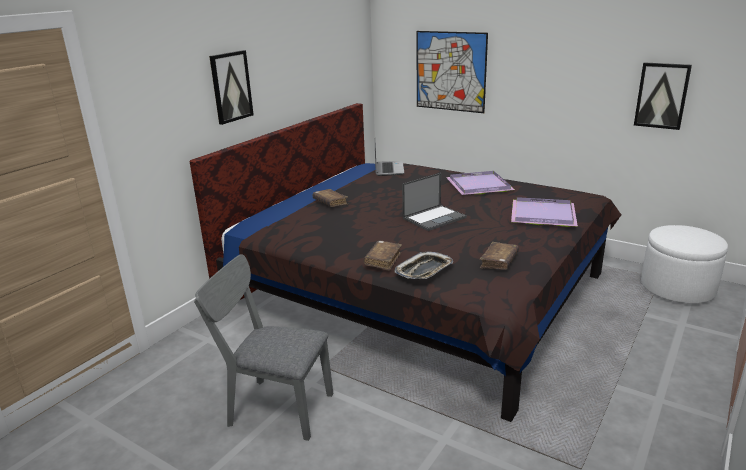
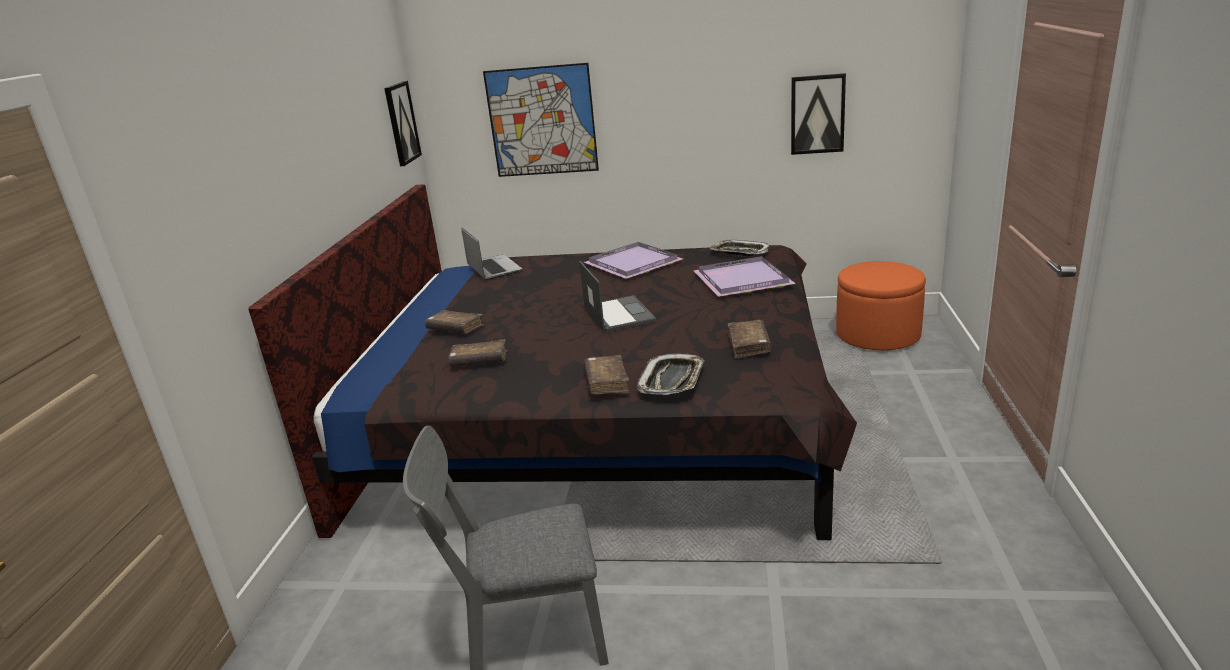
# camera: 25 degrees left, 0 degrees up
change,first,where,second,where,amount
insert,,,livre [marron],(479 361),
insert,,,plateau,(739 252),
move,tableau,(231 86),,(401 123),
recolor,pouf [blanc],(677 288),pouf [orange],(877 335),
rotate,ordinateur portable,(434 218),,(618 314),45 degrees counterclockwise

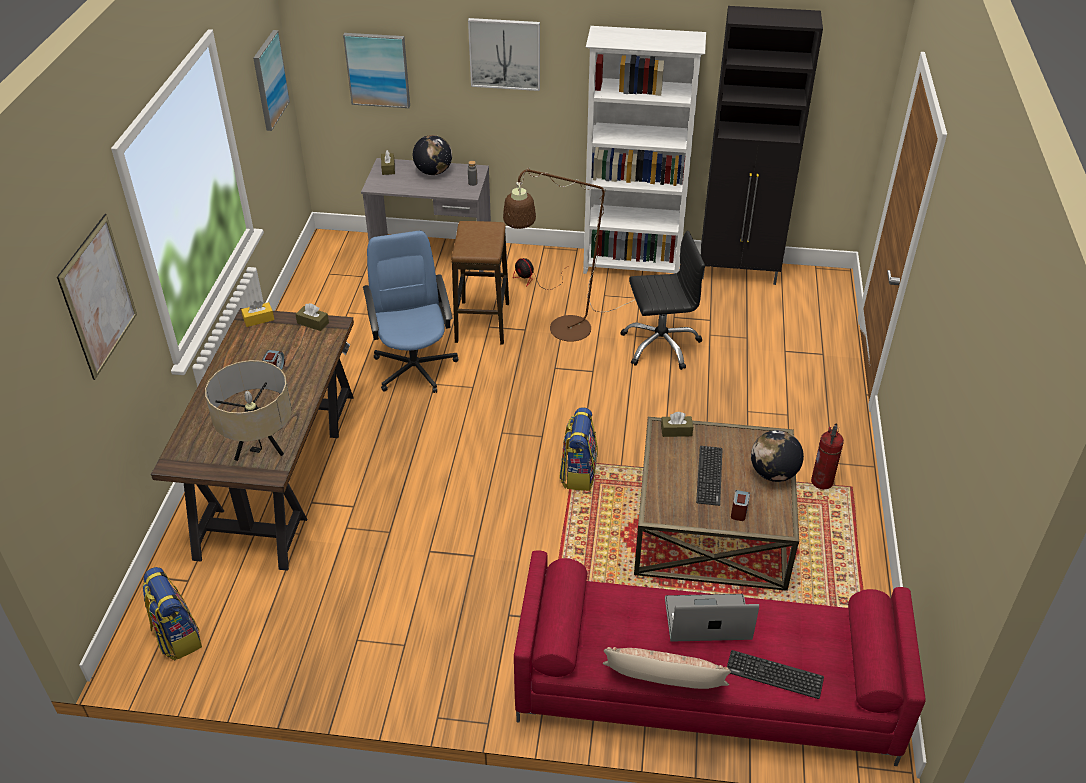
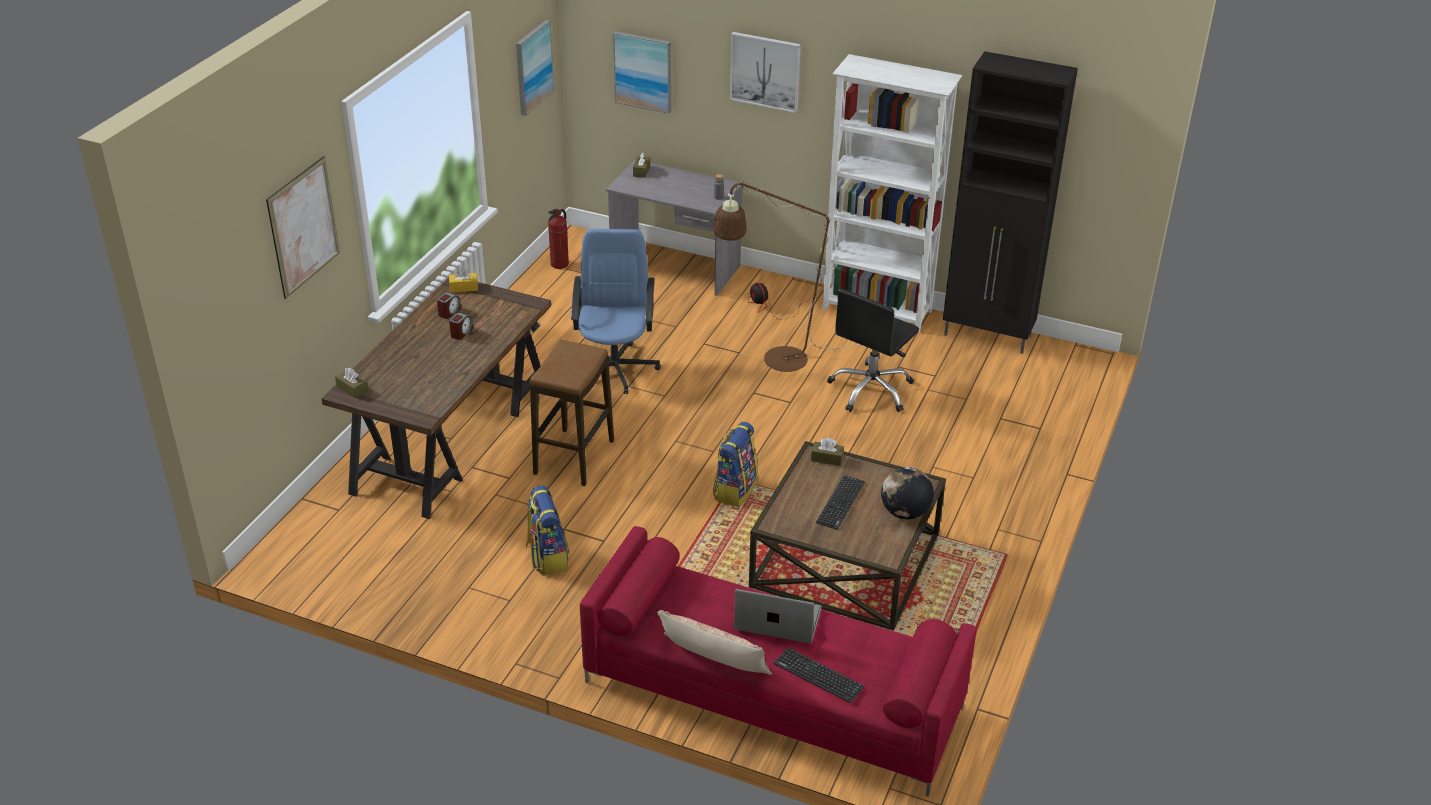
# camera: 15 degrees right, 5 degrees down
change,first,where,second,where,amount
delete,lampe de table [beige],(261 451),,,
delete,globe,(433 172),,,
move,sac à dos,(177 636),,(547 557),
move,boîte à mouchoirs [marron],(313 323),,(352 389),
move,tabouret,(482 323),,(574 458),
move,réveil,(739 511),,(449 312),
move,extincteur,(822 482),,(560 264),
rotate,chaise de bureau [noir],(660 345),,(871 390),120 degrees clockwise

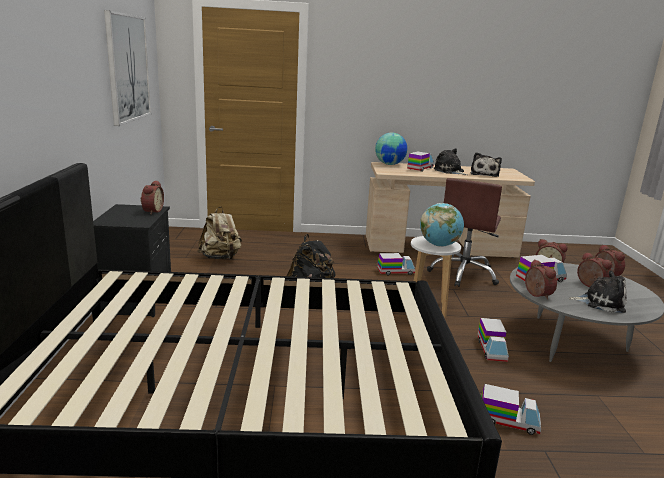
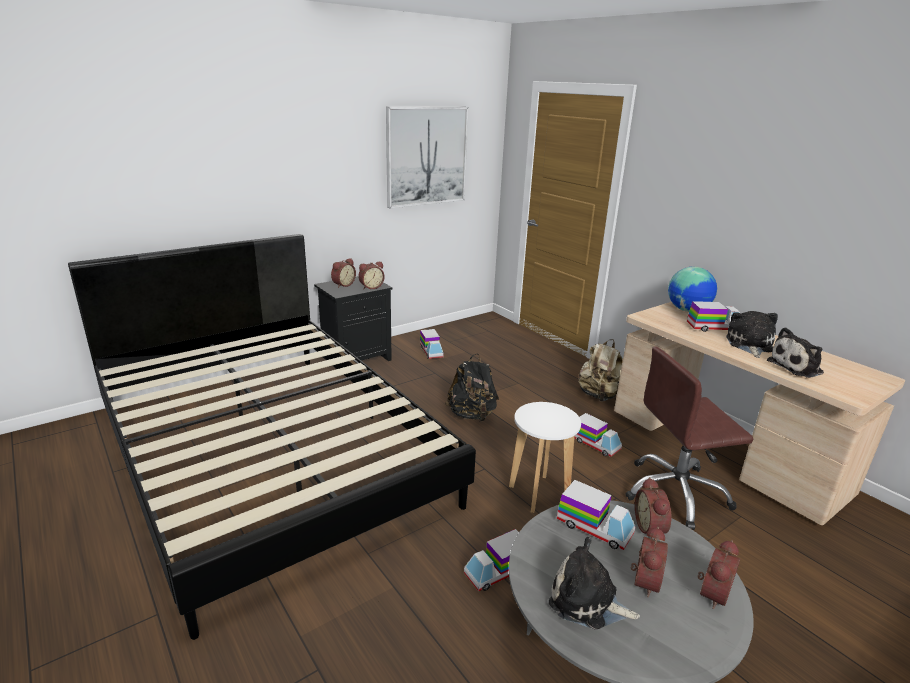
# camera: 55 degrees right, 5 degrees up
change,first,where,second,where,amount
delete,globe,(439 245),,,
move,sac à dos [beige],(220 258),,(599 395),
move,camion jouet,(508 421),,(431 352),
move,réveil,(536 295),,(343 284),
rotate,peluche,(600 302),,(587 601),135 degrees clockwise

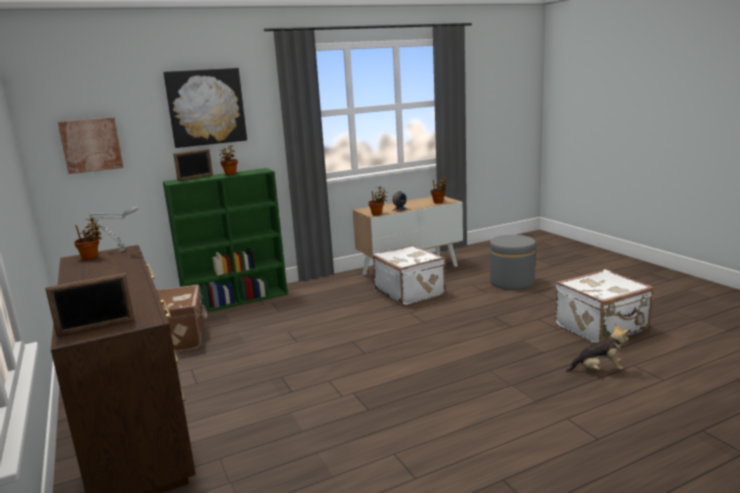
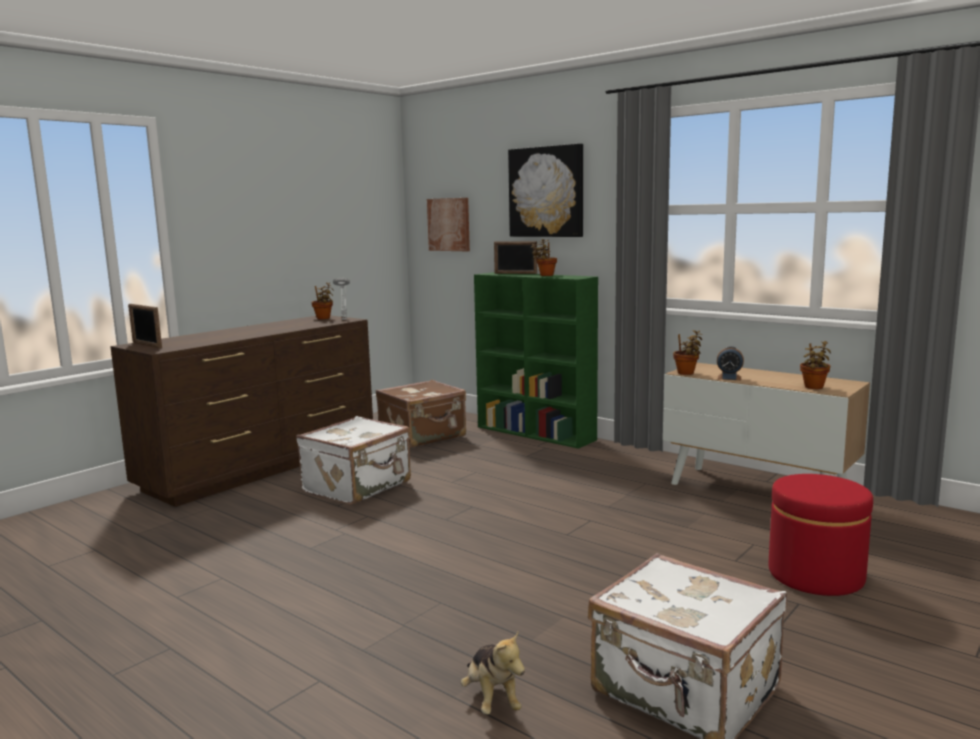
# camera: 65 degrees right, 5 degrees down
change,first,where,second,where,amount
move,valise [blanc],(410 292),,(358 487),
recolor,pouf [gris],(512 282),pouf [rouge],(815 575),

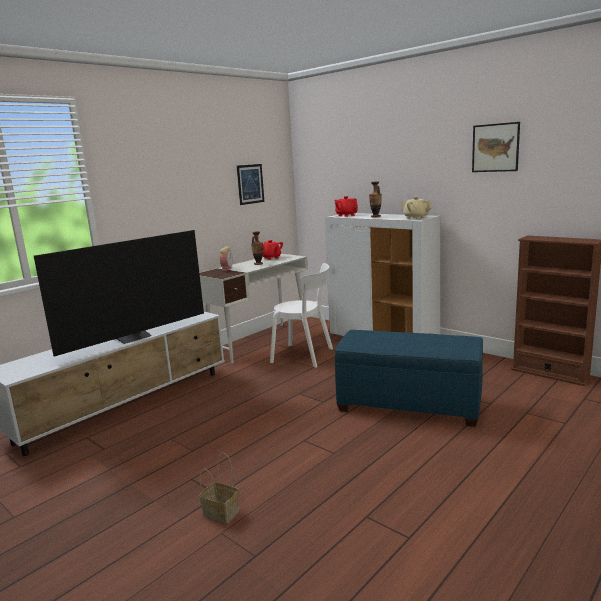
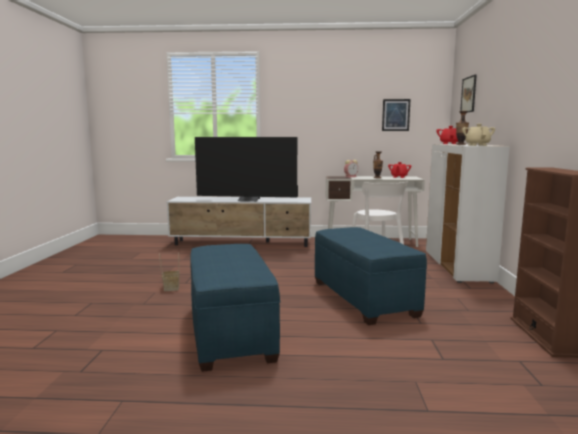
# camera: 50 degrees right, 5 degrees down
change,first,where,second,where,amount
insert,,,pouf [bleu],(231 332),
move,tableau,(495 147),,(468 94),

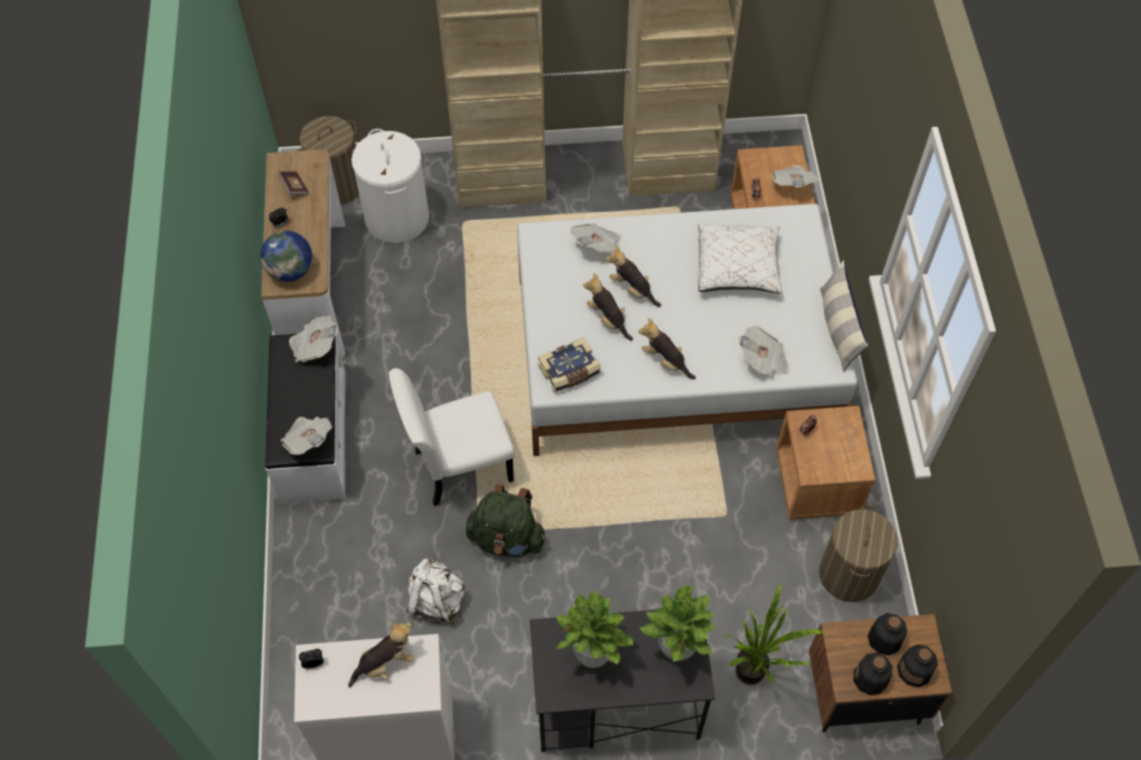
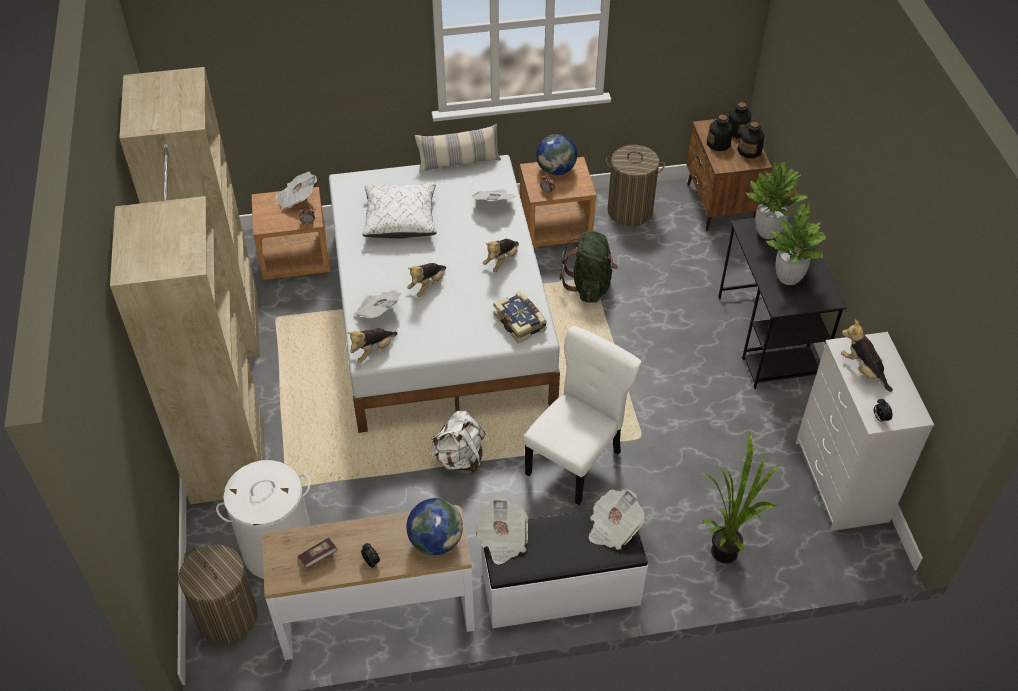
# camera: 95 degrees left, 10 degrees down
change,first,where,second,where,amount
insert,,,globe,(556 170),
move,sac à dos [blanc],(436 601),,(459 458),
move,sac à dos [vert],(507 539),,(589 285),
move,peluche,(608 319),,(373 351),
move,plante en pot,(755 676),,(727 548),
rotate,chaise [blanc],(459 466),,(576 460),120 degrees counterclockwise

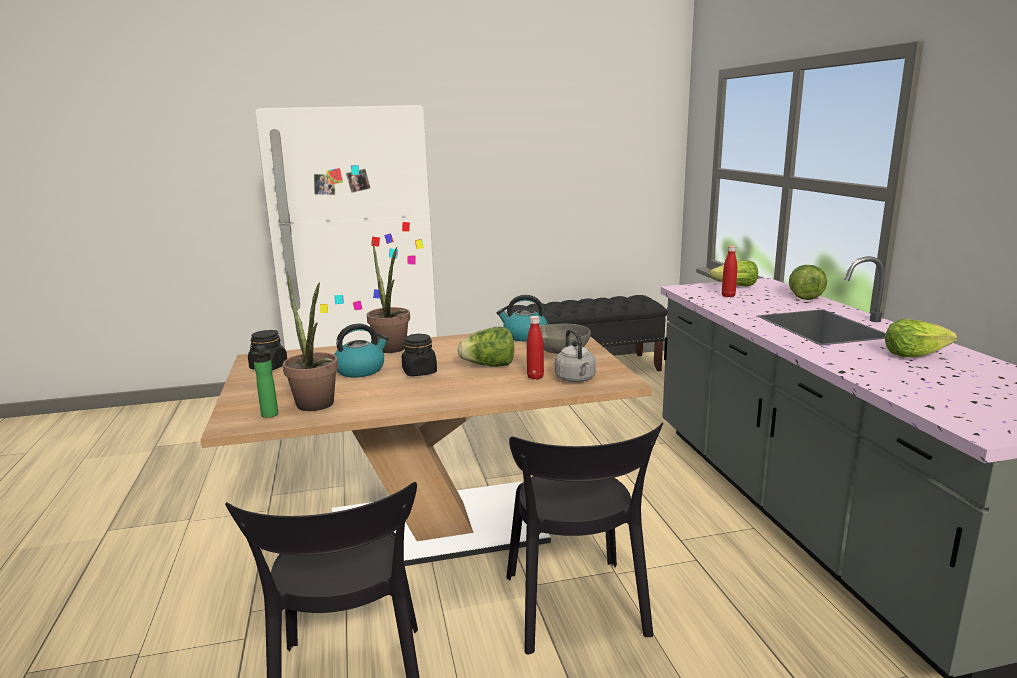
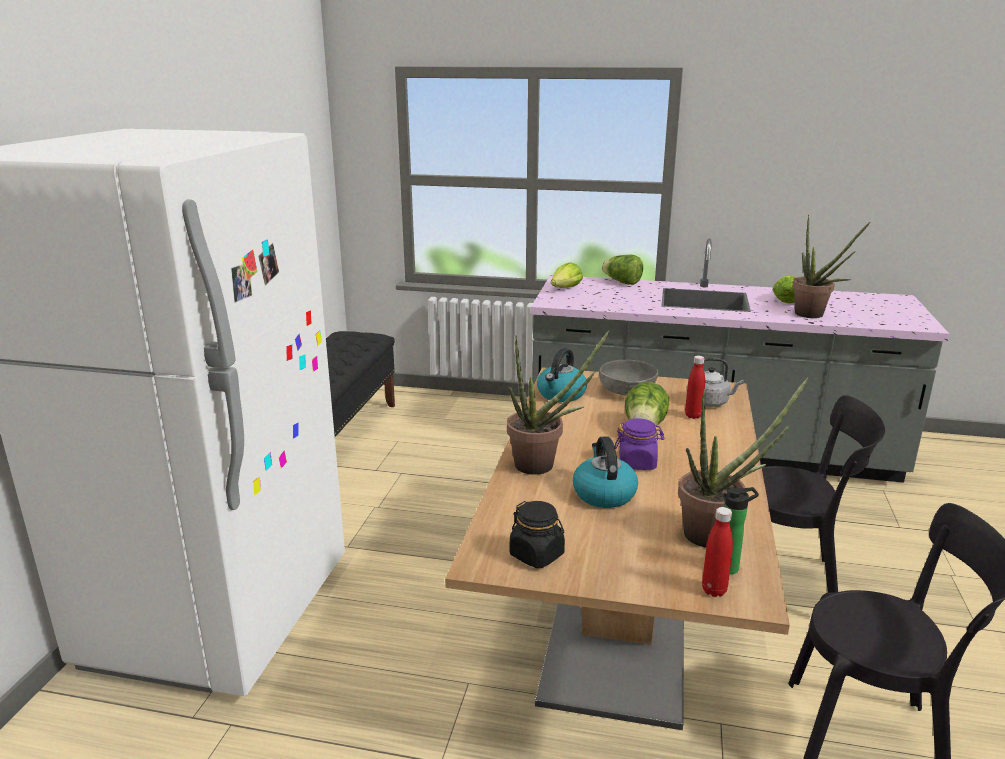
# camera: 65 degrees left, 5 degrees up
change,first,where,second,where,amount
insert,,,plante en pot,(814 315),
move,bouteille [rouge],(728 296),,(714 590),
recolor,bocal [noir],(419 372),bocal [violet],(637 463),

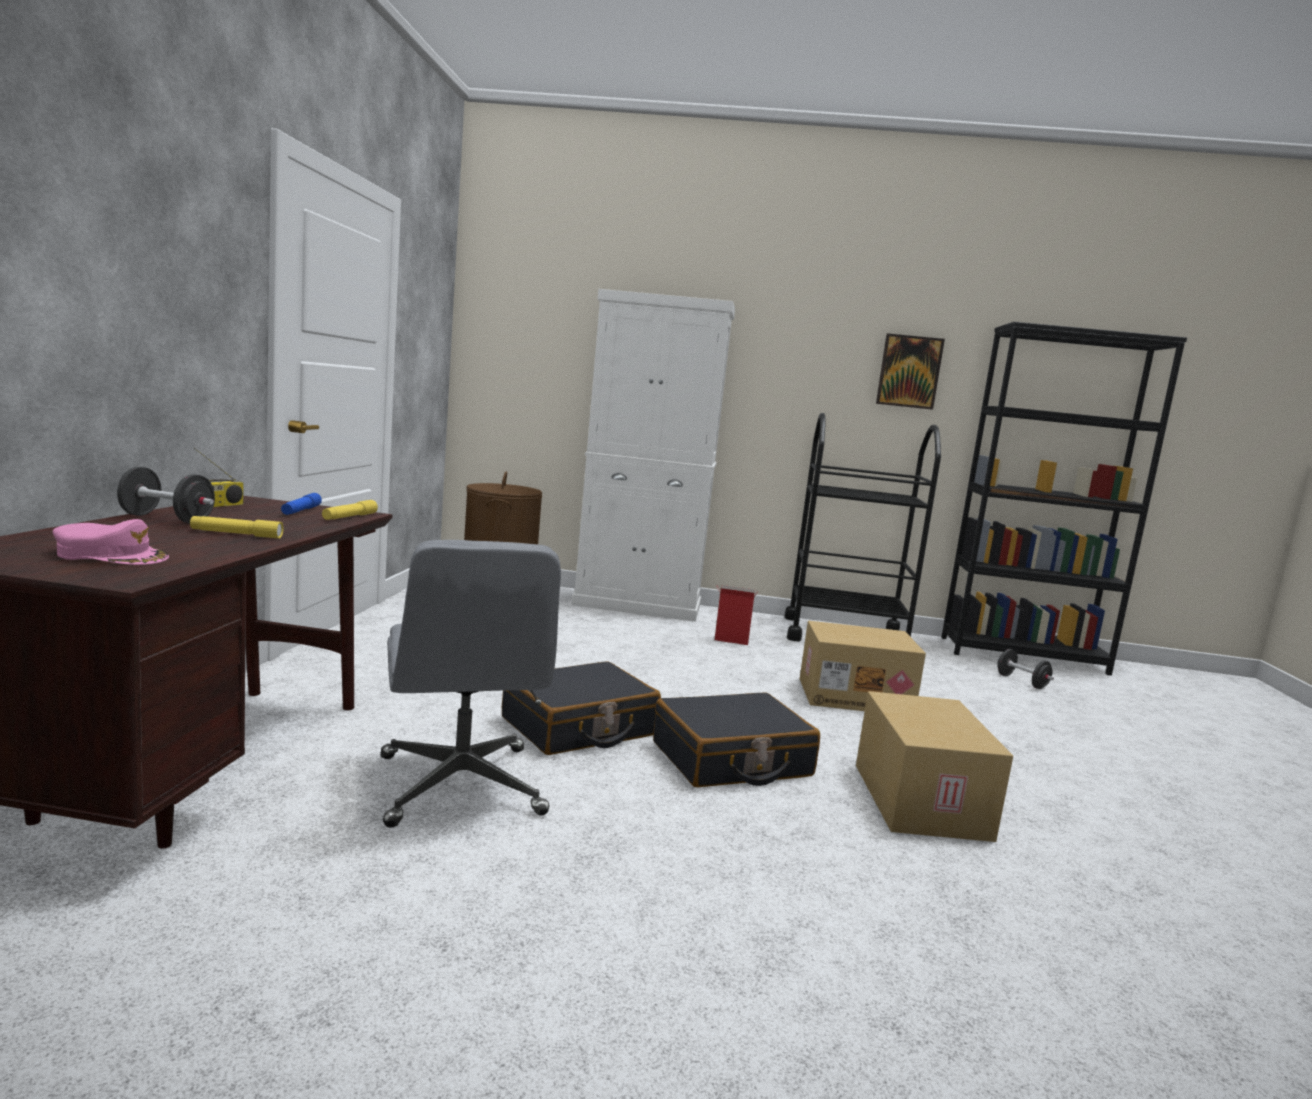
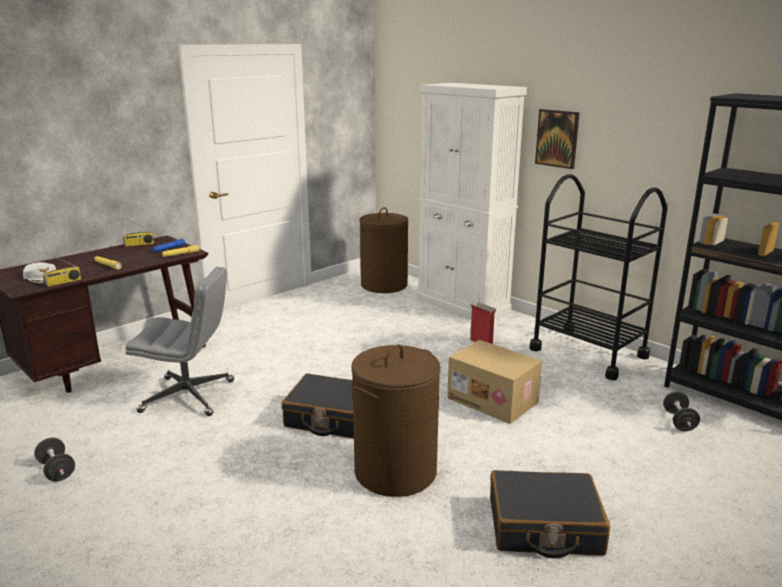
# camera: 40 degrees right, 10 degrees up
change,first,where,second,where,amount
insert,,,radio,(63 282),
move,haltère [noir],(167 519),,(57 470),
move,valise [noir],(579 727),,(544 527),
move,tableau,(909 371),,(557 138),
replace,carton,(917 800),panier à linge [marron],(395 471),
recolor,casquette [rose],(112 555),casquette [blanc],(42 277),
rotate,chaise de bureau [gris],(461 786),,(189 396),105 degrees counterclockwise

